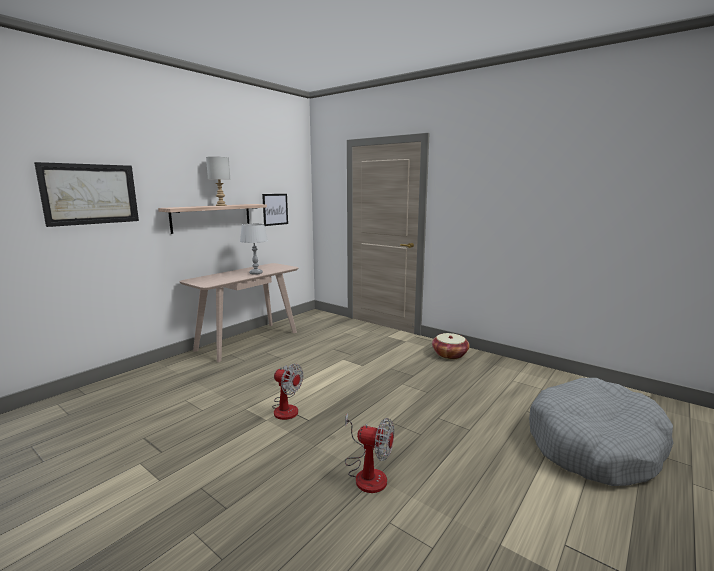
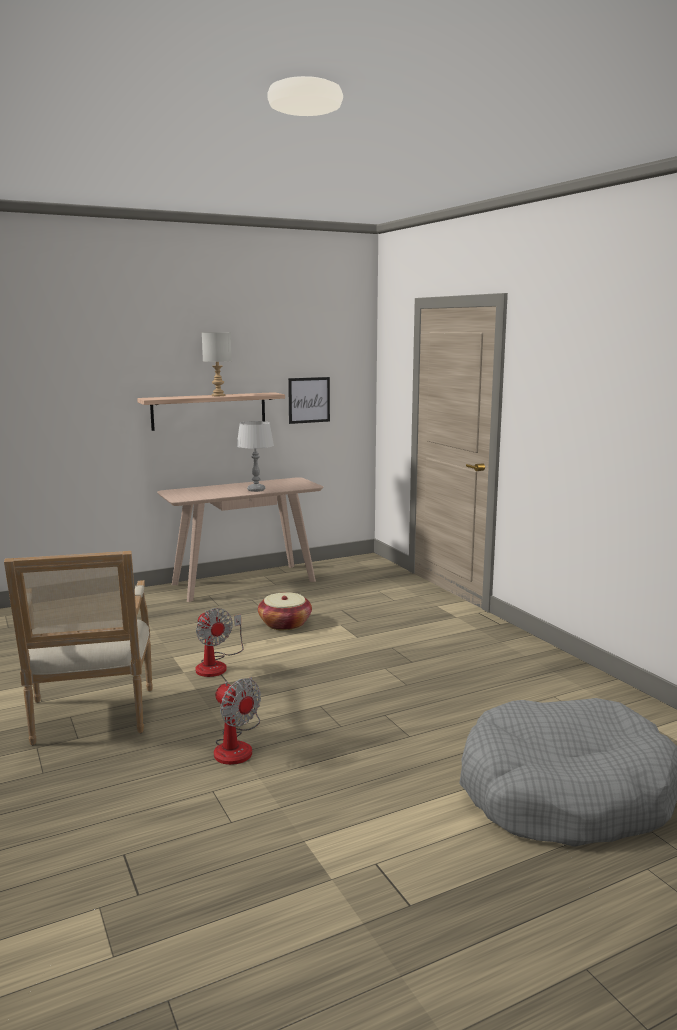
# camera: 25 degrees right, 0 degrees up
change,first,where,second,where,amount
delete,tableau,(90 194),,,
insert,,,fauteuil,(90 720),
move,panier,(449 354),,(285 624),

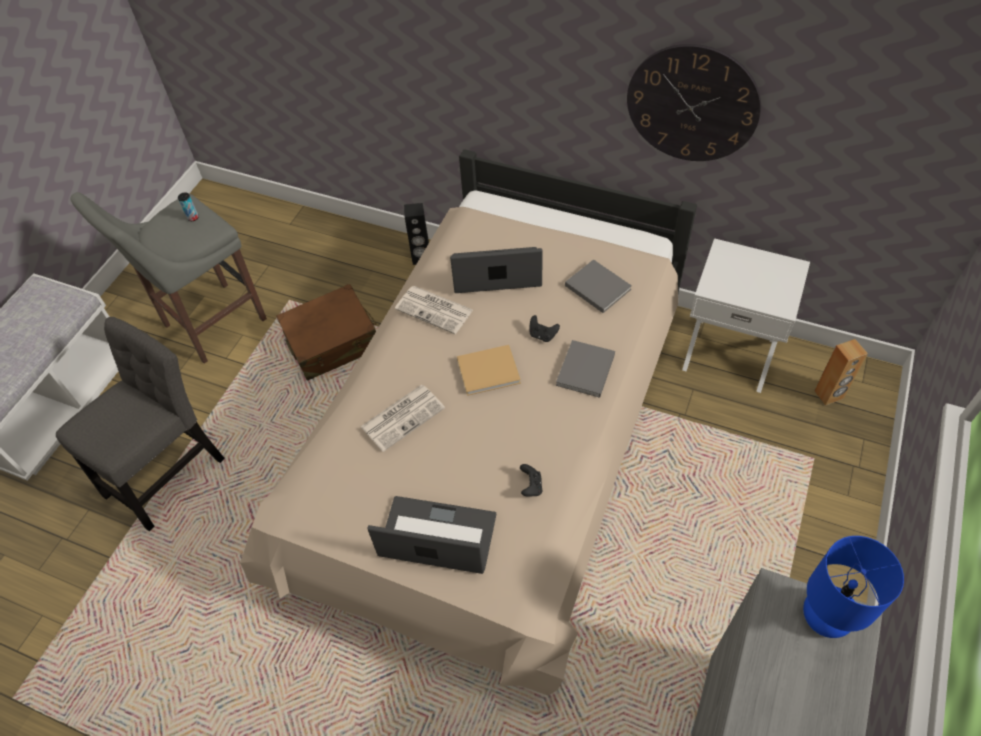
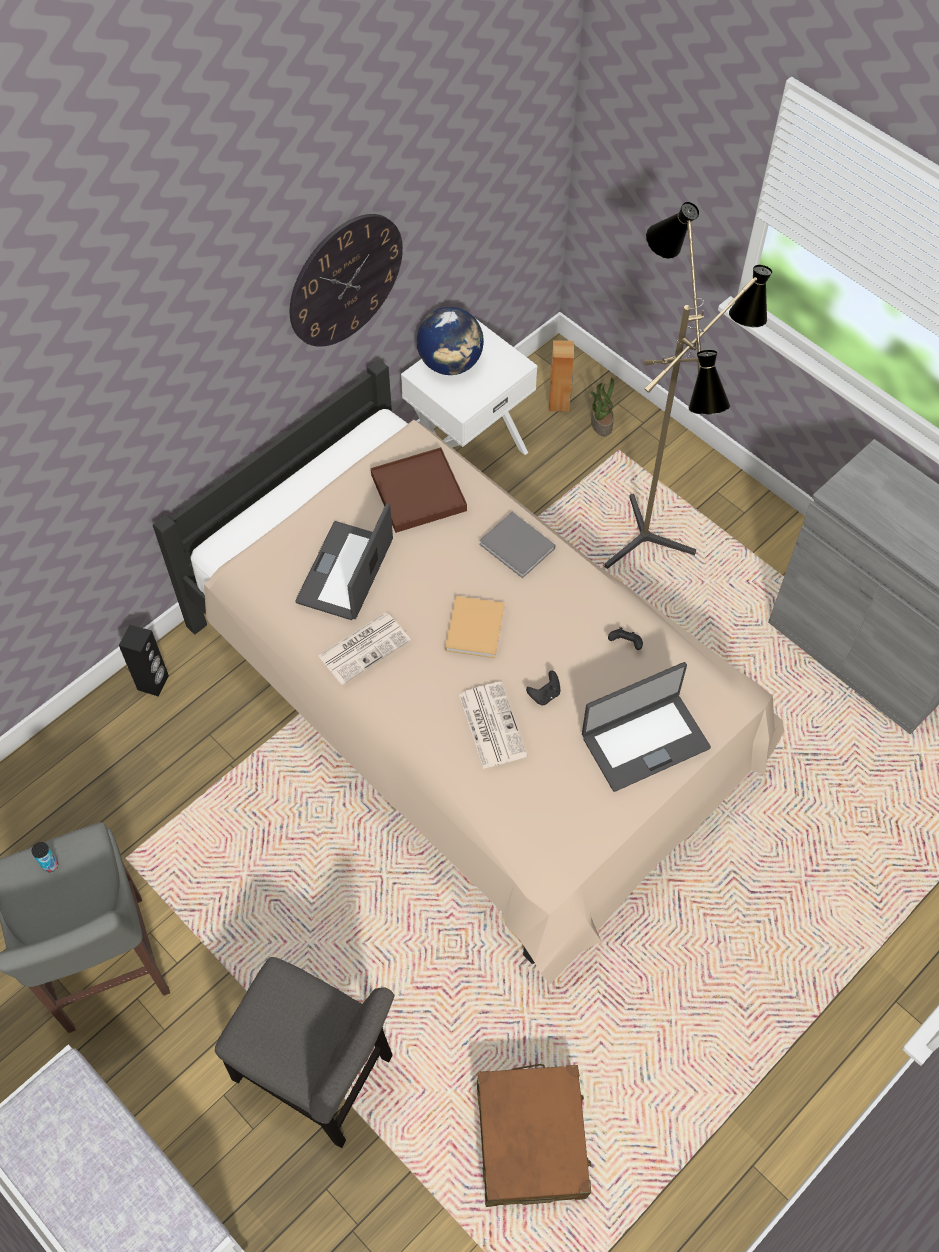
# camera: 70 degrees left, 5 degrees up
change,first,where,second,where,amount
delete,lampe de table [bleu],(826 618),,,
insert,,,globe,(450 363),
insert,,,plante en pot,(601 423),
insert,,,lampadaire,(654 536),
move,valise [marron],(332 342),,(531 1139),
move,manette [noir],(542 335),,(544 694),
replace,livre [gris],(596 286),plateau [marron],(418 493),
rotate,chaise [gris],(169 471),,(319 1074),150 degrees clockwise
rotate,ordinateur portable,(437 537),,(644 741),150 degrees counterclockwise

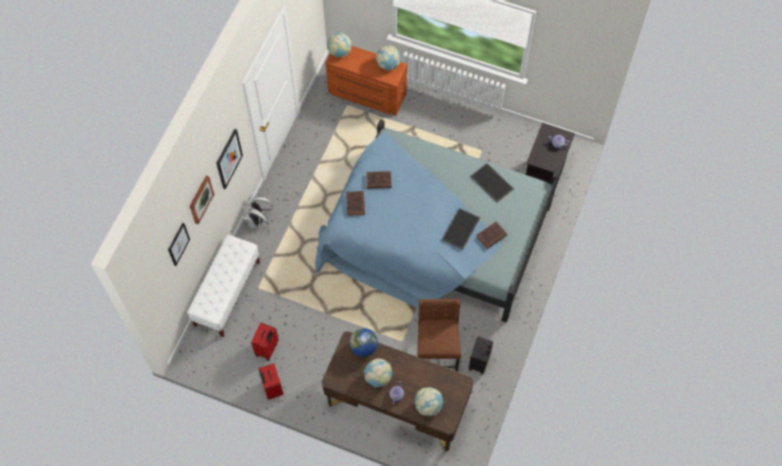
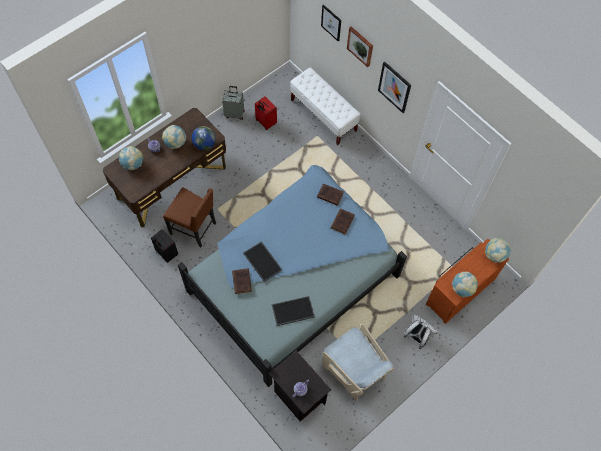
# camera: 115 degrees right, 0 degrees up
change,first,where,second,where,amount
insert,,,fauteuil [beige],(354 370),
move,sac à dos [blanc],(257 221),,(417 337),
recolor,valise [rouge],(272 388),valise [gris],(234 113),

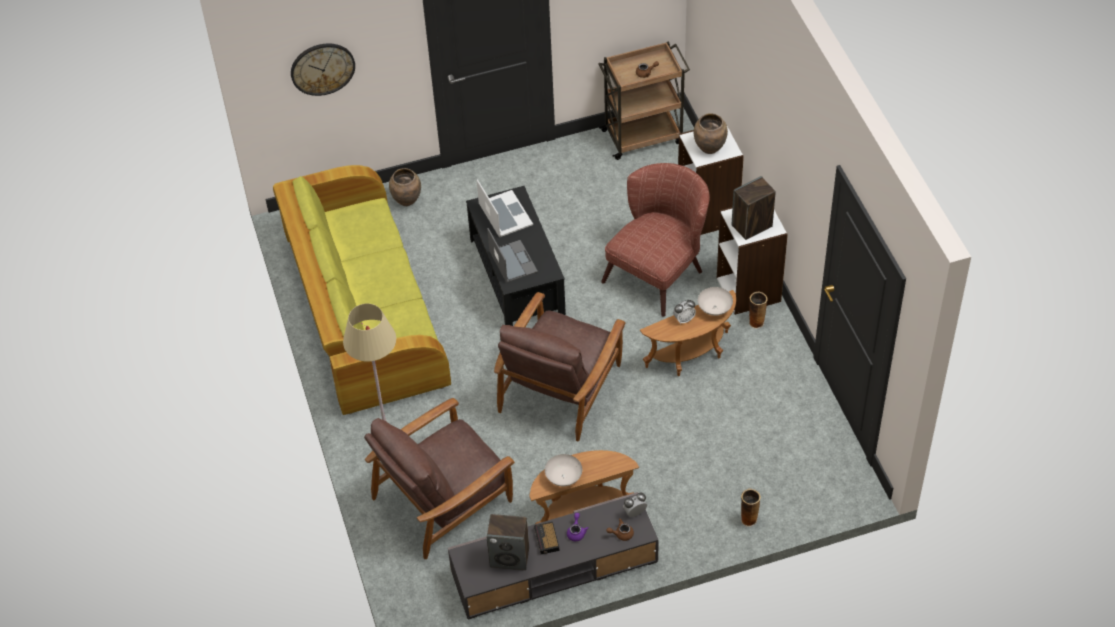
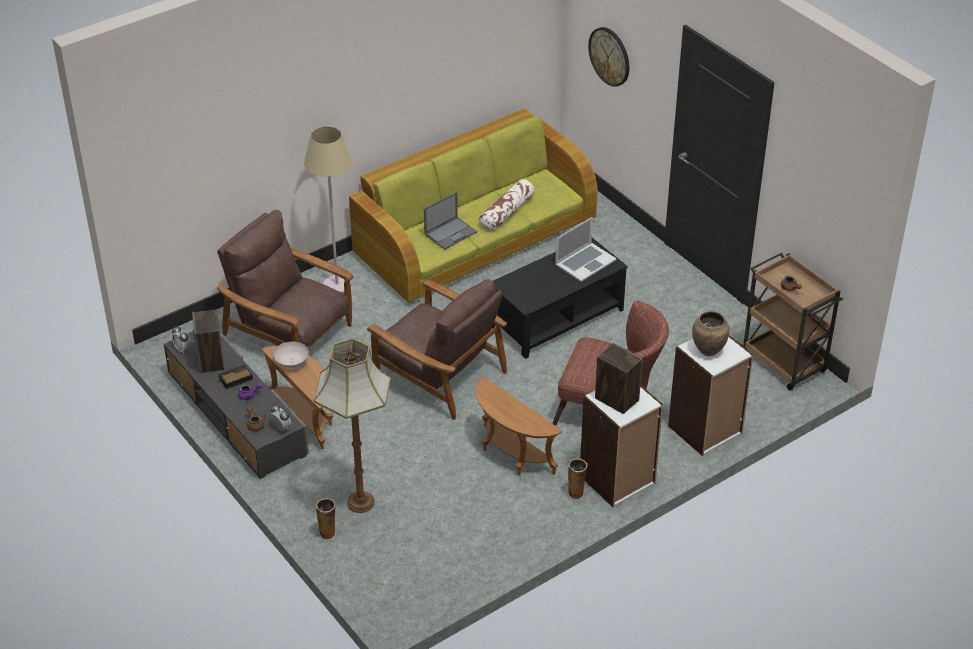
# camera: 70 degrees right, 10 degrees down
change,first,where,second,where,amount
delete,vase [marron],(407 200),,,
delete,bol [blanc],(714 308),,,
insert,,,lampadaire,(360 501),
insert,,,coussin,(507 213),
move,ordinateur portable,(512 261),,(451 233),
move,réveil,(684 319),,(183 349),
rotate,fauteuil [marron],(560 386),,(438 374),150 degrees counterclockwise

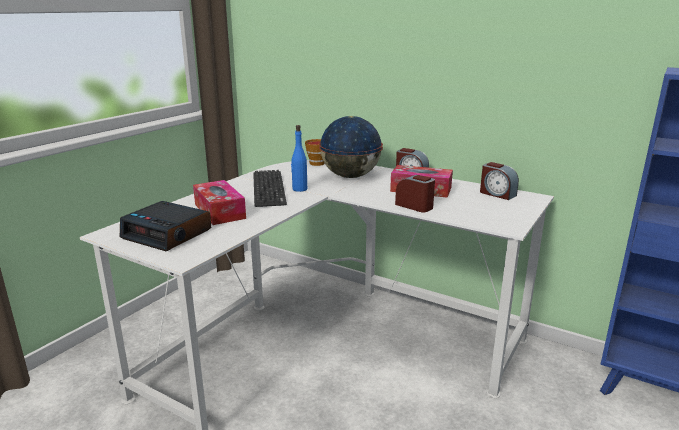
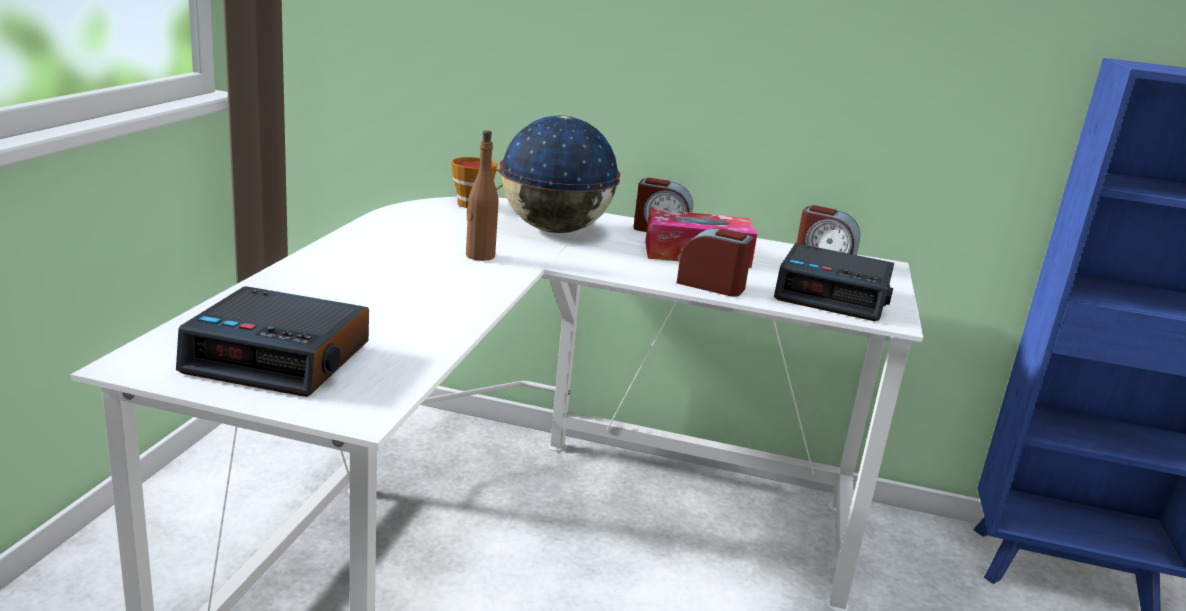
# camera: 20 degrees left, 0 degrees up
change,first,where,second,where,amount
delete,boîte à mouchoirs,(219 211),,,
delete,clavier,(268 188),,,
insert,,,réveil,(833 295),
recolor,bouteille [bleu],(299 189),bouteille [marron],(479 256),

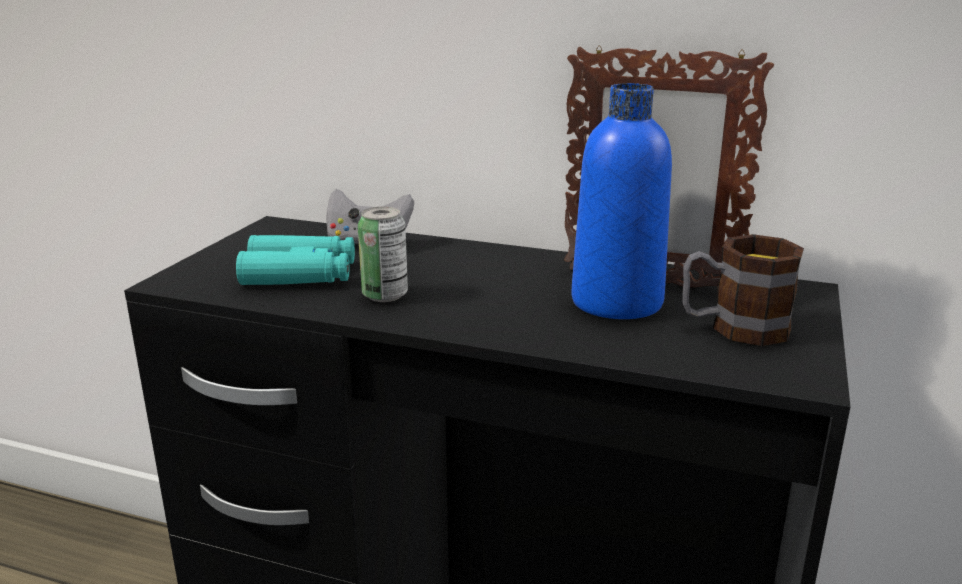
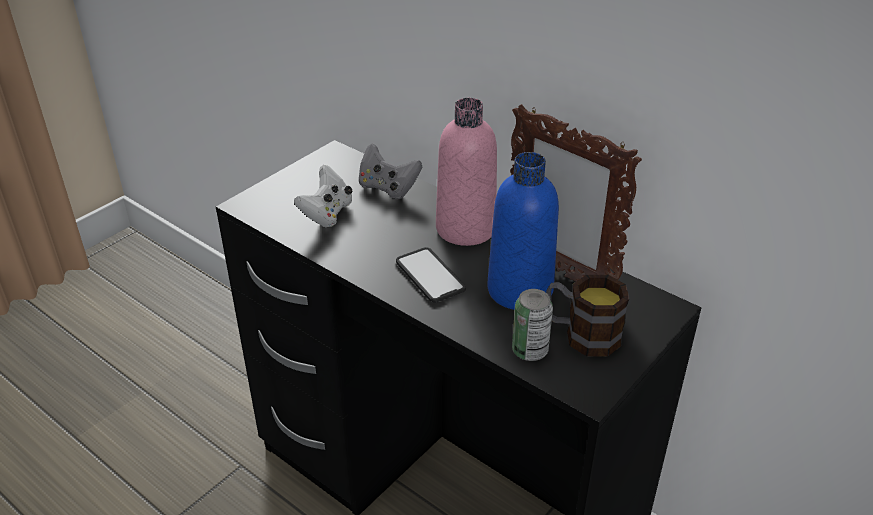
# camera: 20 degrees right, 15 degrees up
change,first,where,second,where,amount
insert,,,téléphone,(430 276),
insert,,,bouteille [rose],(465 229),
move,boîte métallique,(385 295),,(529 351),
replace,jumelles [turquoise],(300 274),manette [blanc],(327 213),

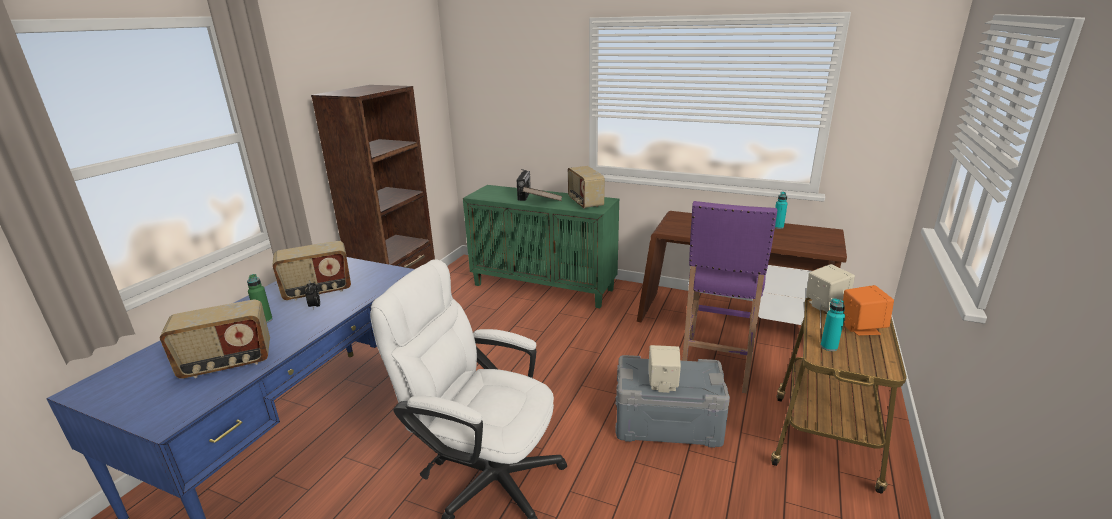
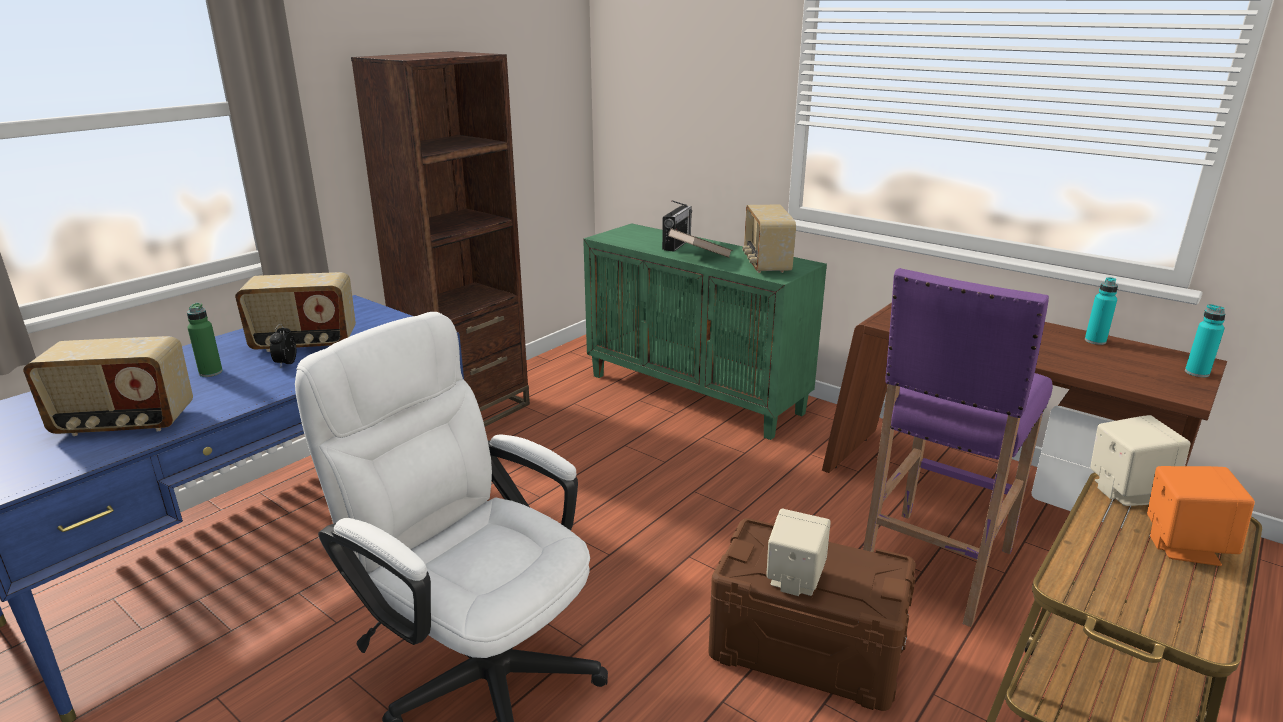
# camera: 15 degrees right, 0 degrees up
change,first,where,second,where,amount
move,bouteille [turquoise],(829 347),,(1197 373),
recolor,boîte de rangement [gris],(667 423),boîte de rangement [marron],(805 650),

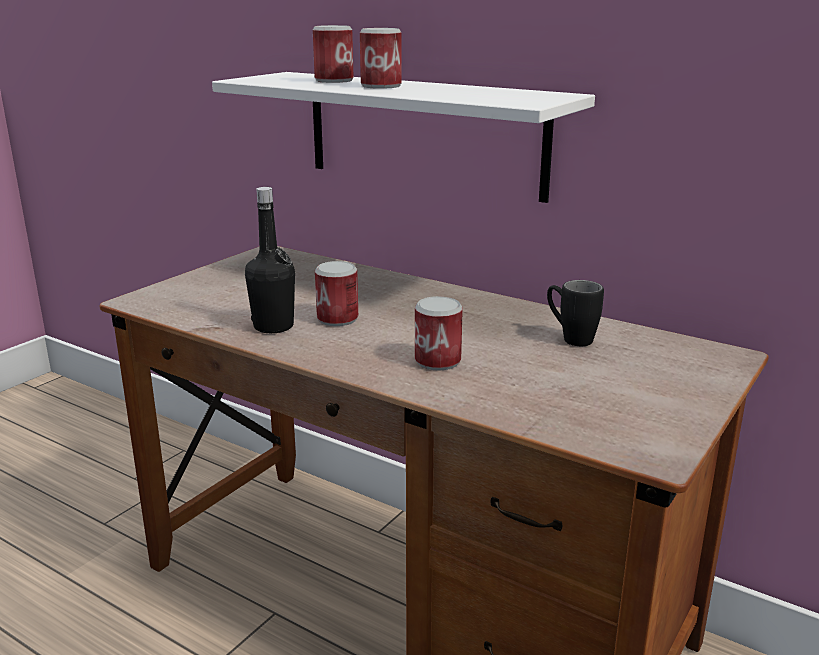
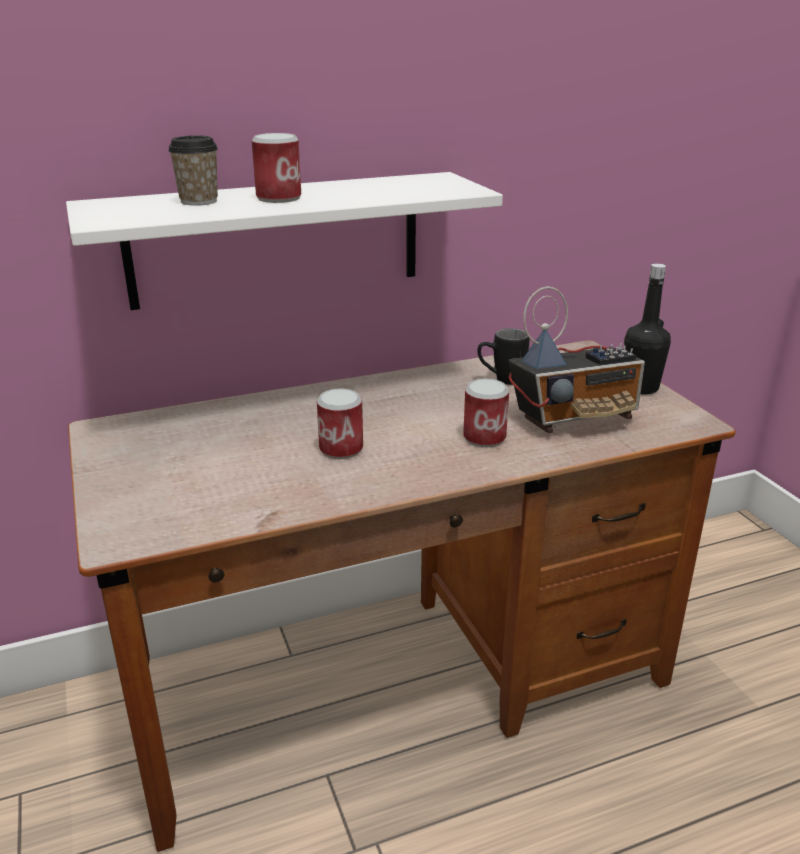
# camera: 55 degrees left, 5 degrees up
change,first,where,second,where,amount
insert,,,radio,(574 418),
move,bouteille [noir],(273 326),,(640 388),
replace,boîte métallique,(334 80),tasse,(199 201),

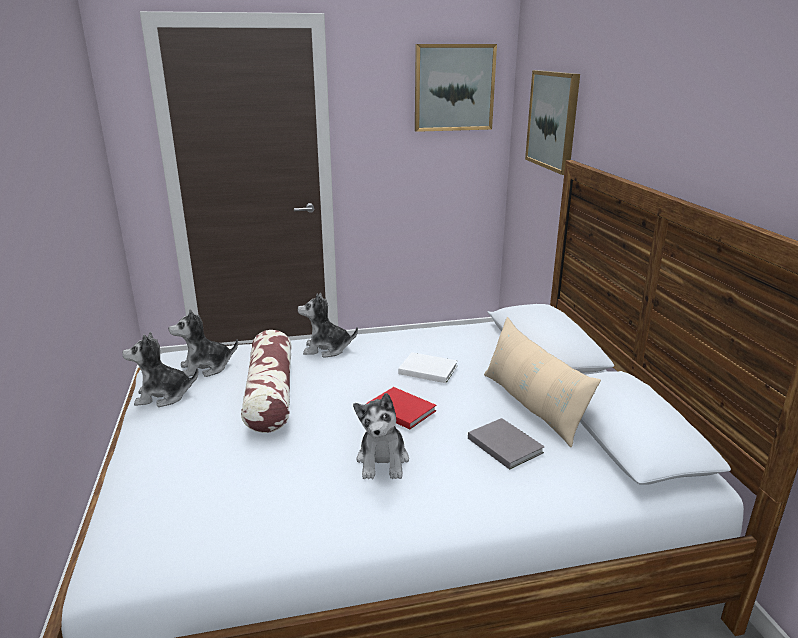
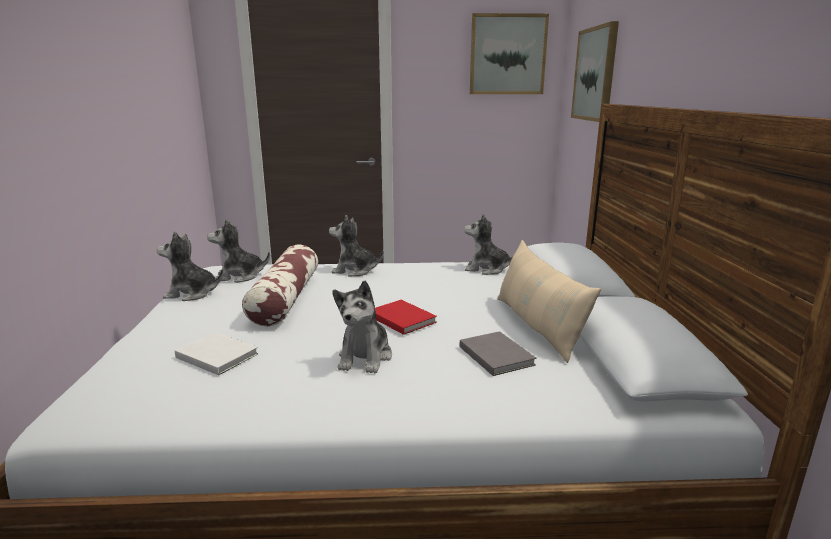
# camera: 10 degrees right, 5 degrees down
change,first,where,second,where,amount
insert,,,peluche,(486 269),
move,livre [blanc],(427 369),,(217 355),

